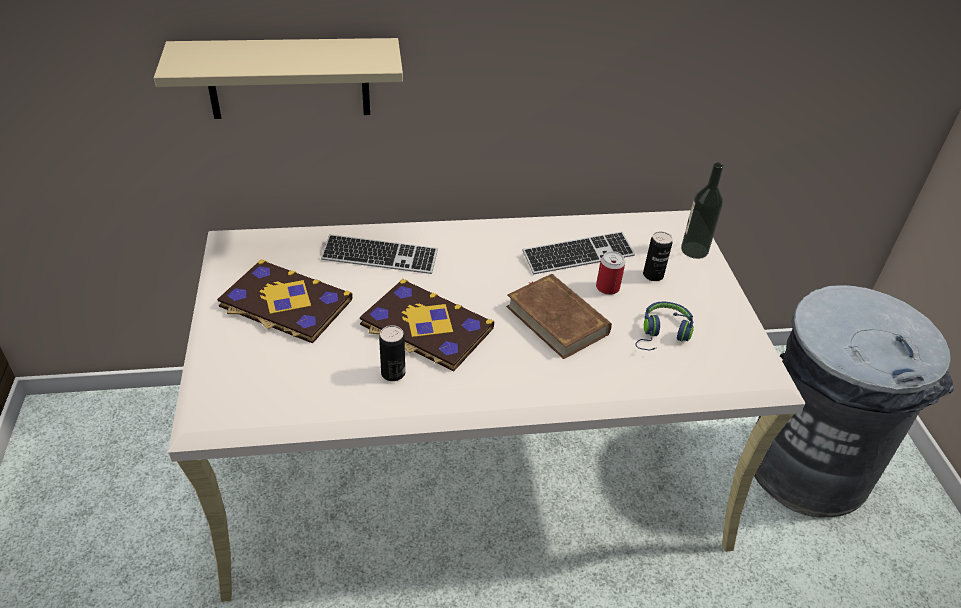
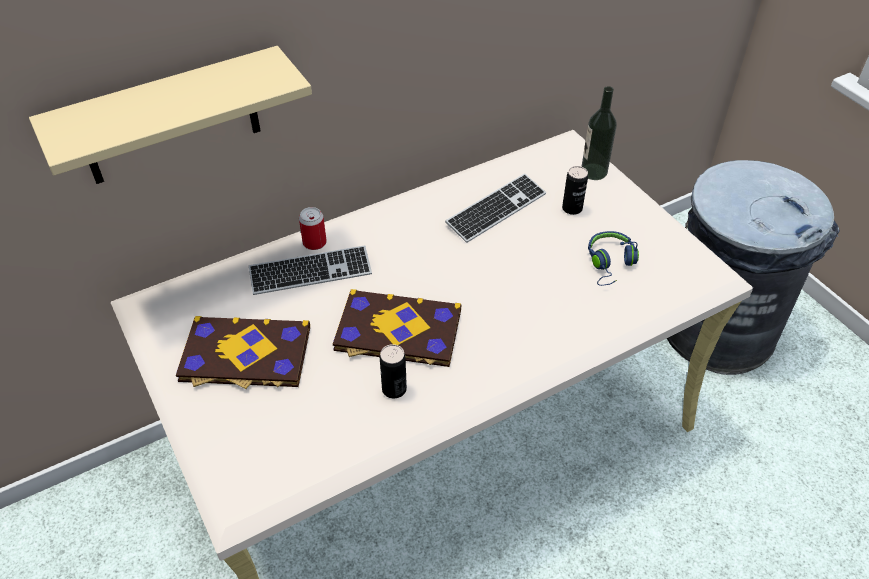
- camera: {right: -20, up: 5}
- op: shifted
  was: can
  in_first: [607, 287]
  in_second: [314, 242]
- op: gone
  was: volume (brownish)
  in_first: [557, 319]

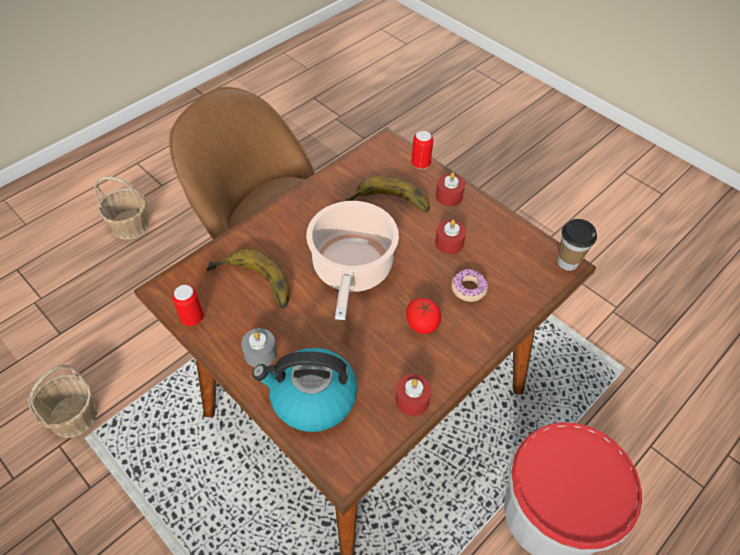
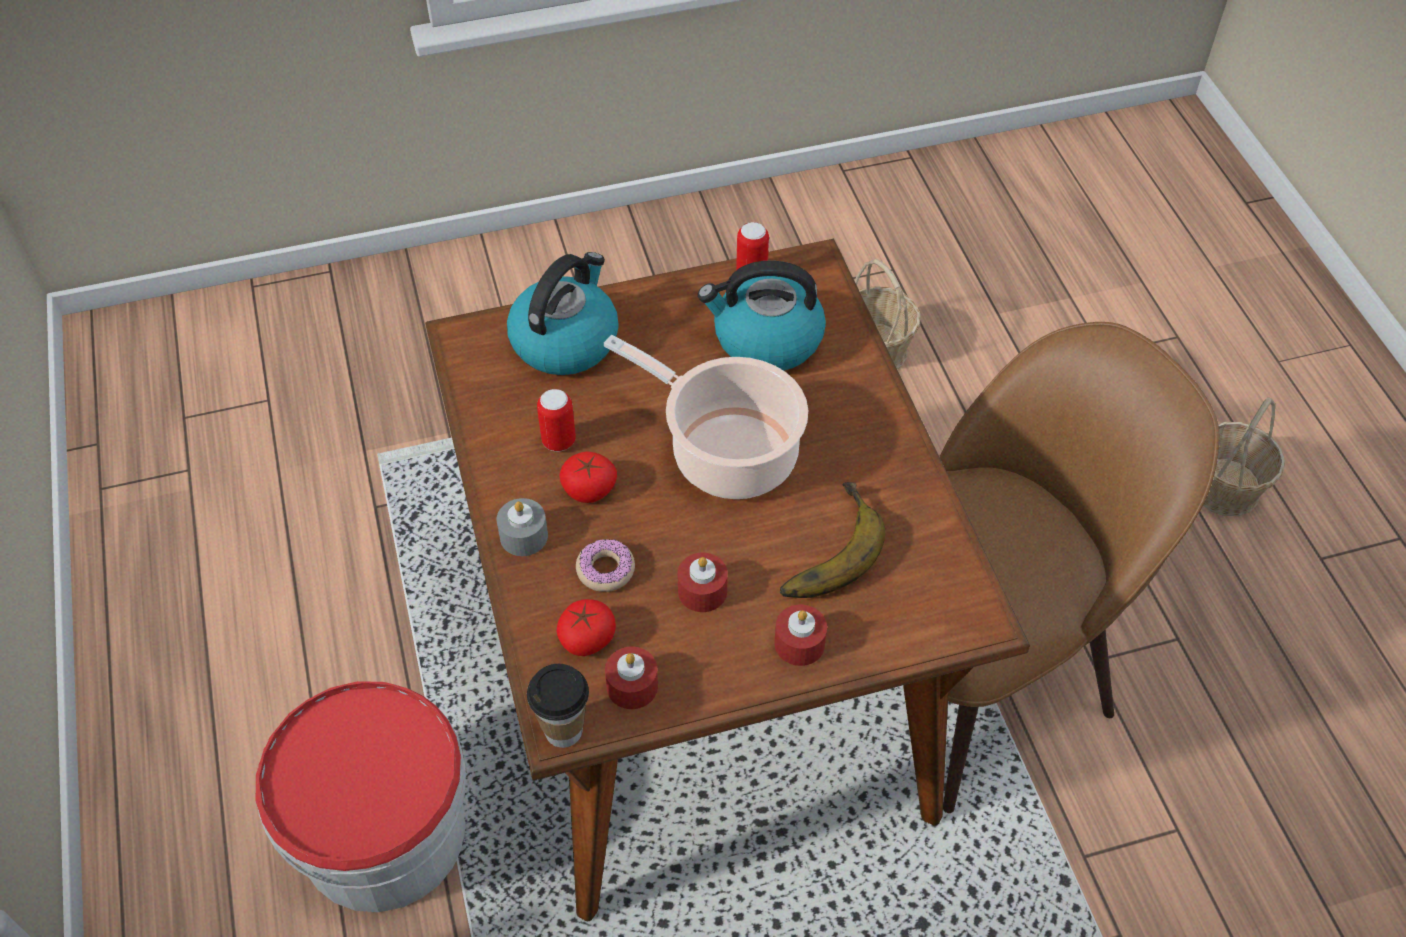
- camera: {right: 120, up: 0}
- op: shifted
  was: candle (gray)
  in_first: [260, 353]
  in_second: [524, 536]
- op: shifted
  was: can
  in_first: [420, 164]
  in_second: [559, 441]
- op: new
  now: whole tomato
  in_second: [587, 638]
- op: shifted
  was: candle (reddish)
  in_first: [412, 400]
  in_second: [632, 686]
- op: swapped
  was: banana
  now: kettle
  in_first: [251, 287]
  in_second: [766, 340]

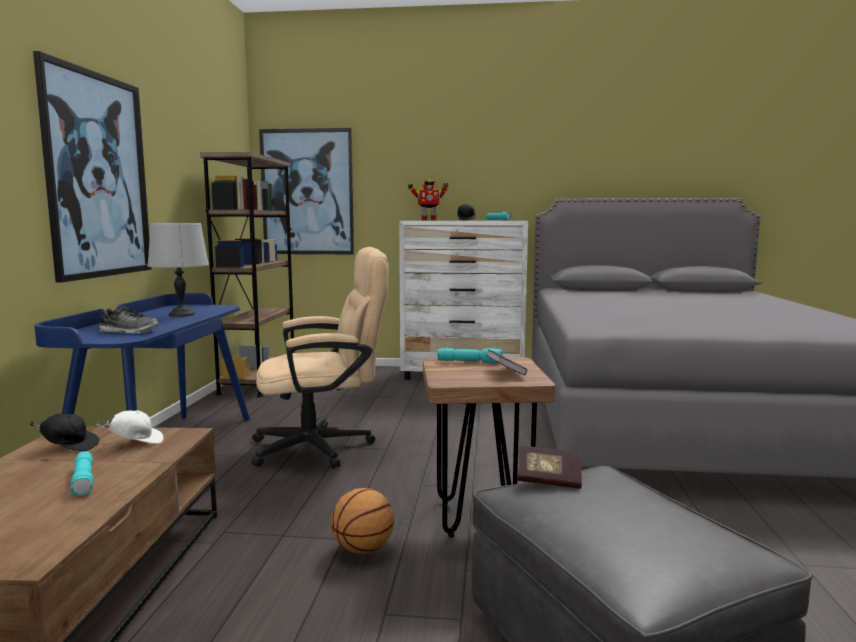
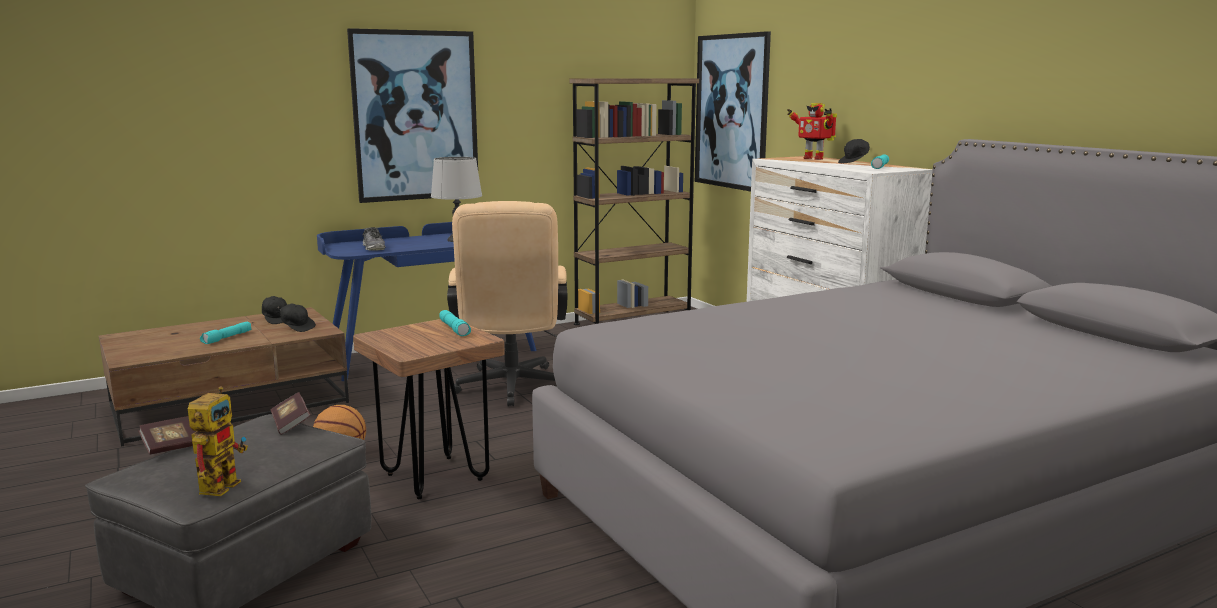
- camera: {right: 55, up: 5}
- op: shifted
  was: volume
  in_first: [505, 373]
  in_second: [175, 446]
- op: new
  now: robot figure
  in_second: [222, 483]
- op: repainted
  was: peaked cap (white-coloured)
  now: peaked cap (black-coloured)
  in_first: [136, 442]
  in_second: [297, 327]
- op: rotated
  was: office chair (beige-coloured)
  in_first: [324, 447]
  in_second: [511, 389]
  clockwise: 45

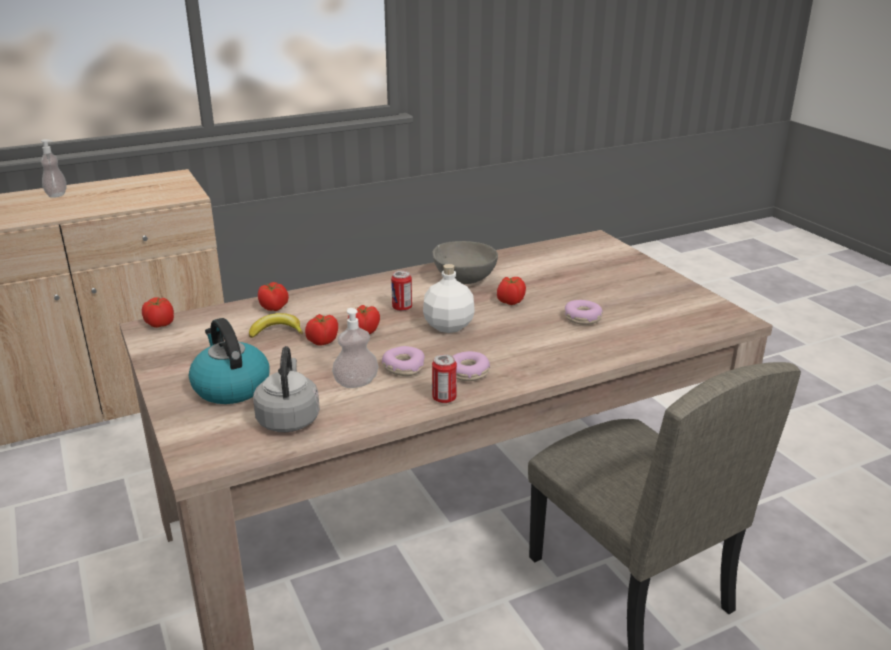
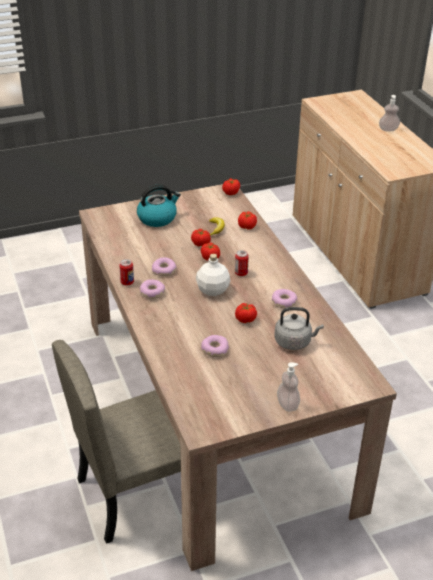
- camera: {right: 95, up: 10}
- op: swapped
  was: deep dish (gray)
  now: donut
  in_first: [464, 280]
  in_second: [284, 302]
- op: shifted
  was: kettle (gray)
  in_first: [289, 418]
  in_second: [294, 342]
- op: shifted
  was: soap bottle
  in_first: [356, 383]
  in_second: [287, 404]

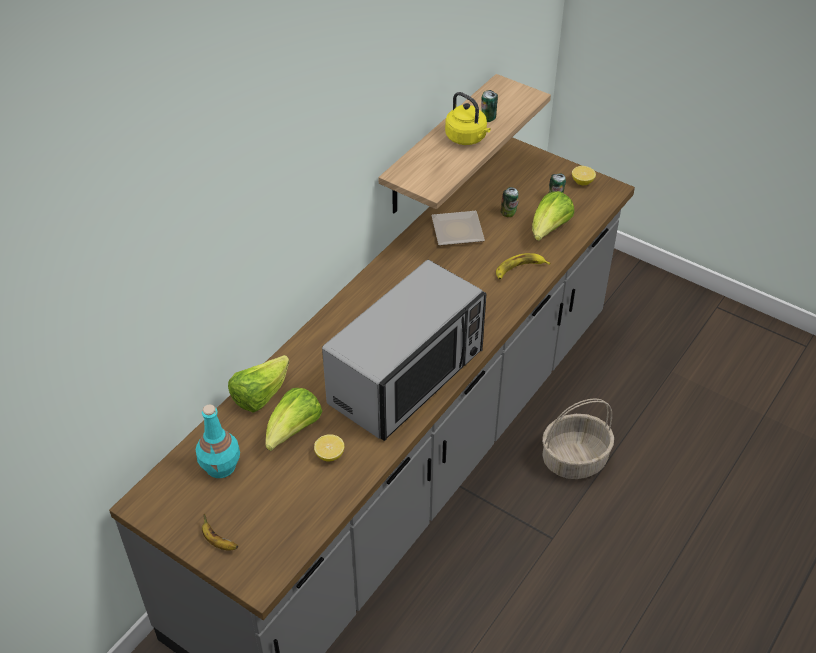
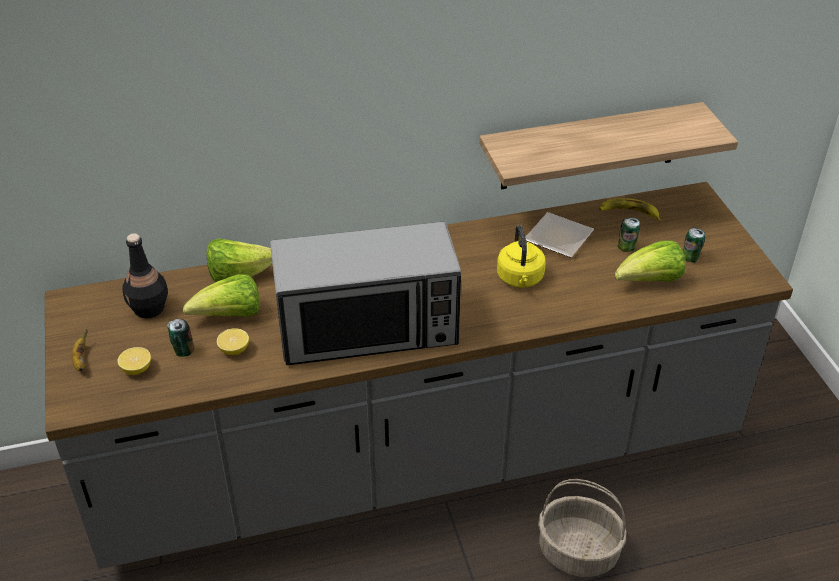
- camera: {right: 40, up: -5}
- op: shifted
  was: citrus fruit
  in_first: [582, 182]
  in_second: [136, 369]
- op: repainted
  was: drink bottle (turquoise)
  now: drink bottle (black-coloured)
  in_first: [221, 466]
  in_second: [149, 308]
- op: shifted
  was: can
  in_first: [488, 118]
  in_second: [183, 351]
- op: shifted
  was: kettle (yellow)
  in_first: [467, 138]
  in_second: [520, 279]
- op: shifted
  was: banana
  in_first: [519, 269]
  in_second: [628, 213]

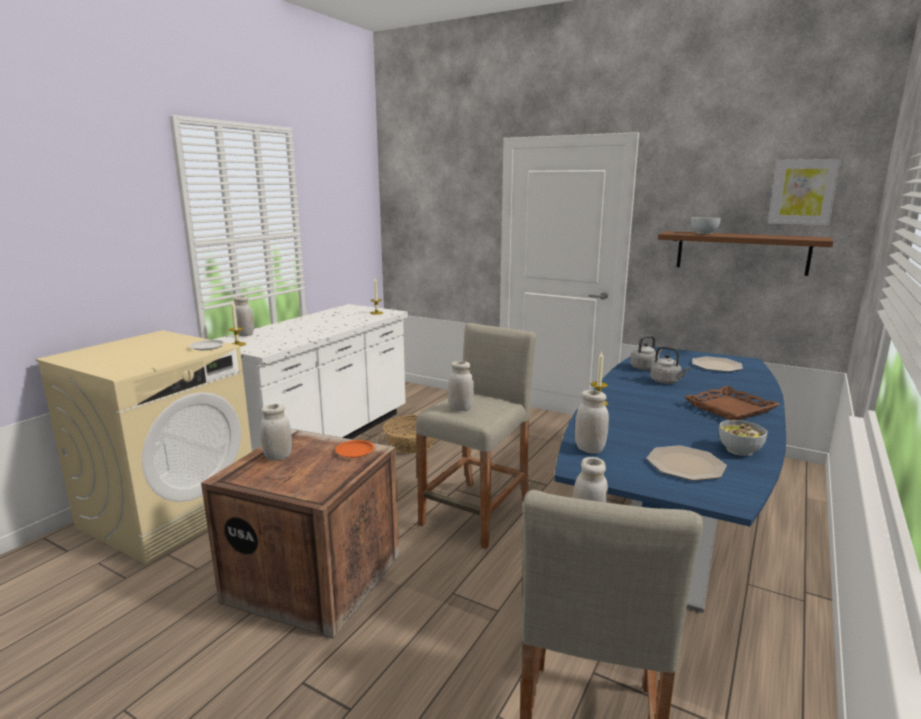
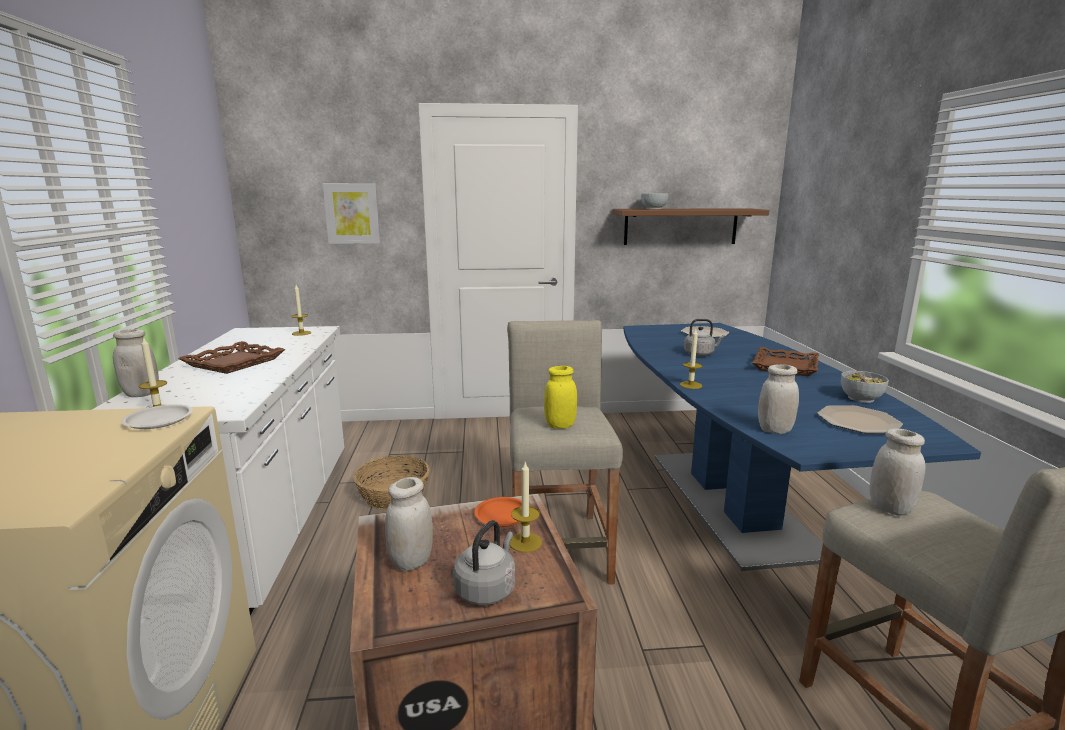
- camera: {right: -35, up: 0}
- op: new
  now: serving tray (brownish)
  in_second: [234, 362]
- op: shifted
  was: wall picture
  in_first: [803, 192]
  in_second: [352, 213]
- op: shifted
  was: kettle (gray)
  in_first: [645, 368]
  in_second: [487, 589]
- op: new
  now: candle
  in_second: [525, 542]
- op: repainted
  was: jar (white-coloured)
  now: jar (yellow)
  in_first: [460, 408]
  in_second: [560, 425]

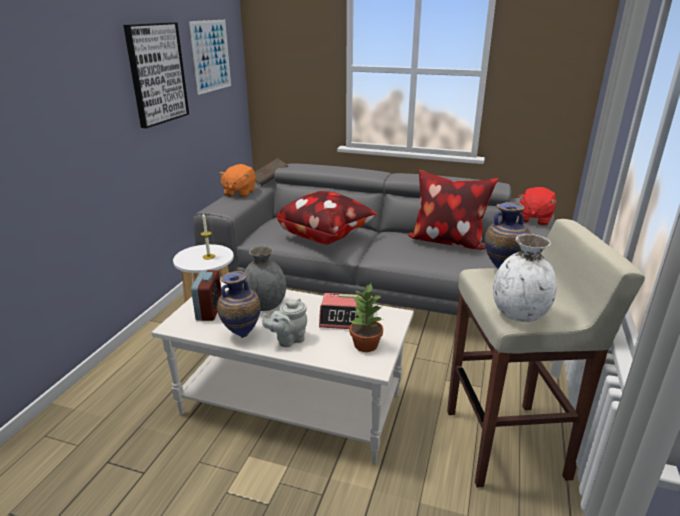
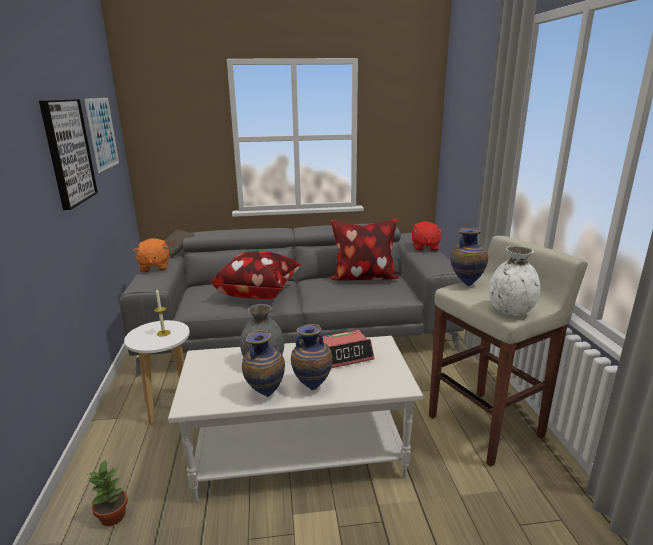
- camera: {right: -25, up: -5}
- op: shifted
  was: houseplant
  in_first: [365, 345]
  in_second: [112, 517]
- op: swapped
  was: tea pot (gray)
  now: vase
  in_first: [288, 340]
  in_second: [312, 386]
- op: gone
  was: table clock
  in_first: [209, 311]

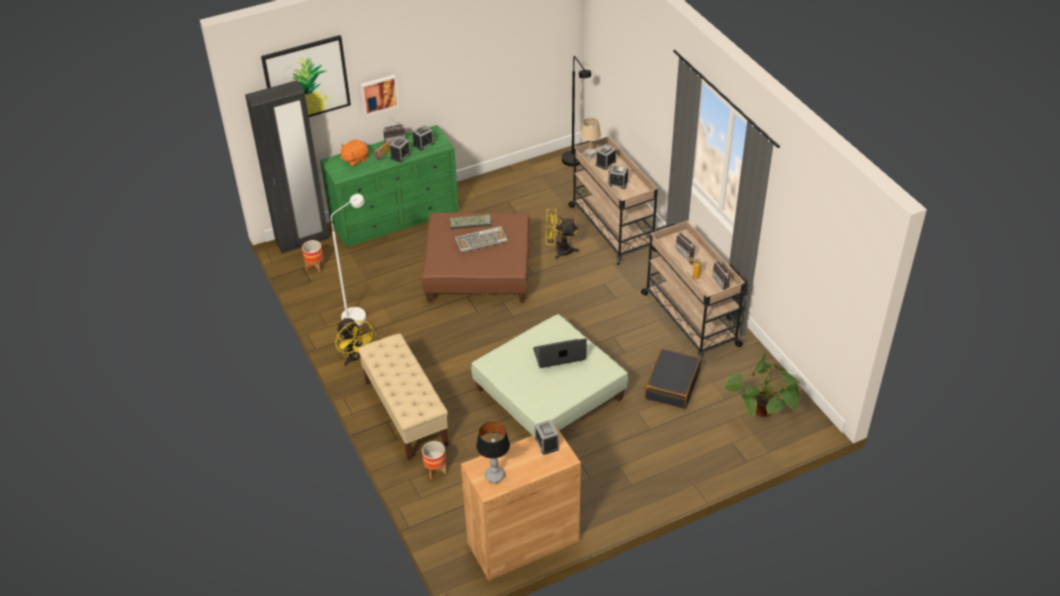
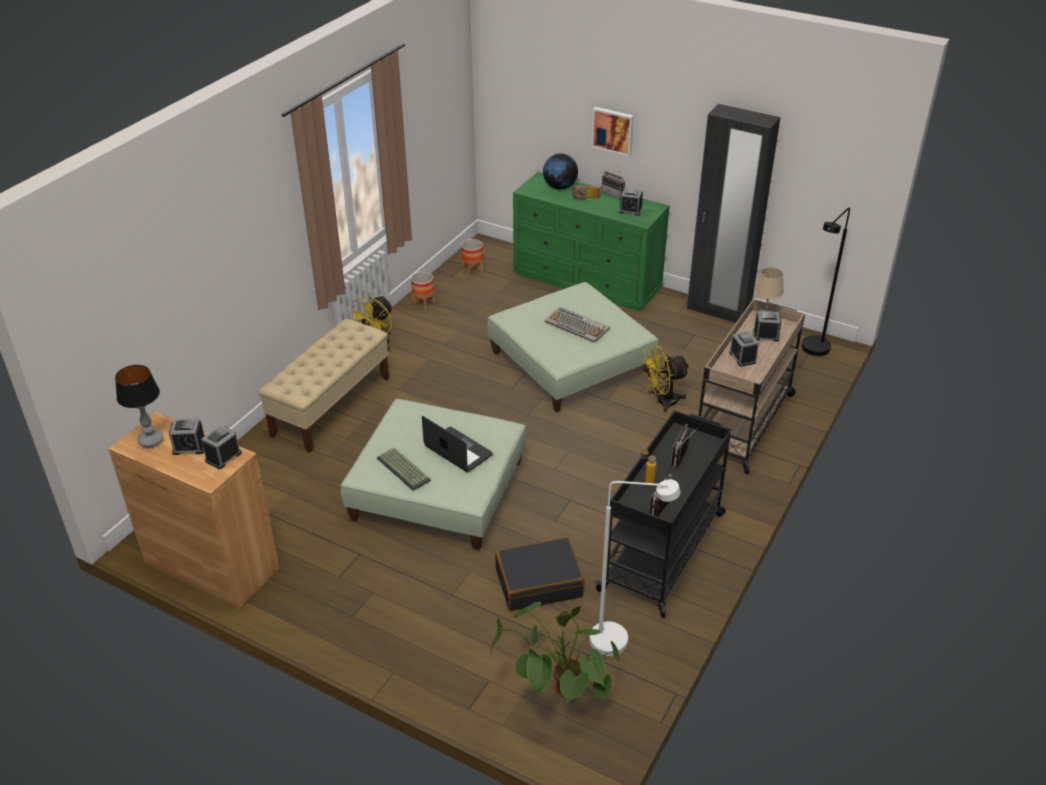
- camera: {right: 55, up: -5}
- op: shifted
  was: table clock
  in_first: [400, 155]
  in_second: [189, 447]
- op: shifted
  was: PC keyboard
  in_first: [471, 222]
  in_second: [404, 469]
- op: shifted
  was: planter
  in_first: [435, 470]
  in_second: [424, 303]
- op: repainted
  was: pouffe (brownish)
  now: pouffe (green)
  in_first: [479, 270]
  in_second: [571, 362]
- op: swapped
  was: cuddly toy (orangey)
  now: desk globe
  in_first: [355, 159]
  in_second: [560, 187]
- op: shifted
  was: floor lamp (white-coloured)
  in_first: [358, 314]
  in_second: [620, 640]
- op: repainted
  was: trolley (beige-coloured)
  now: trolley (black-coloured)
  in_first: [689, 318]
  in_second: [663, 550]
- op: rotated
  was: cooling fan (yellow)
  in_first: [559, 250]
  in_second: [661, 401]
  clockwise: -75
- op: shifted
  was: clothes cupboard (black-coloured)
  in_first: [302, 241]
  in_second: [718, 311]
- op: gone
  was: wall picture
  in_first: [306, 80]

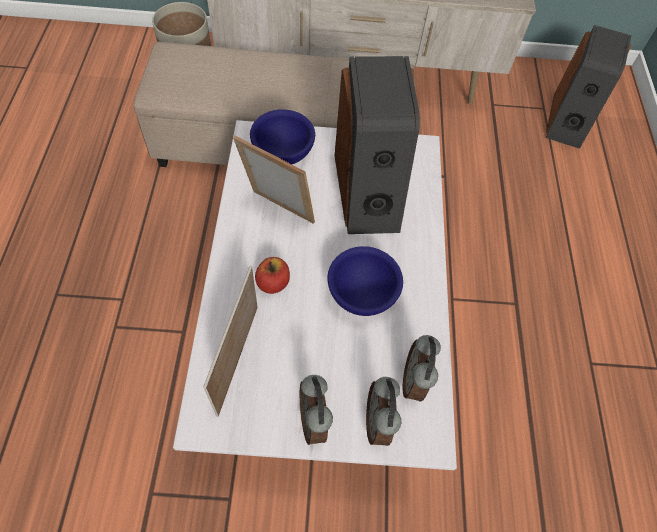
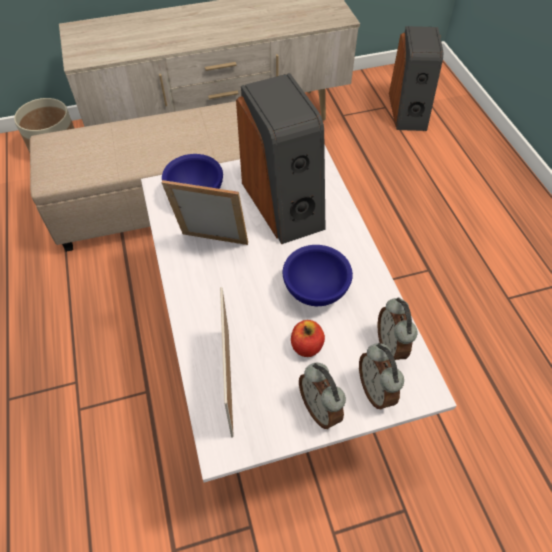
- camera: {right: -15, up: -5}
- op: shifted
  was: apple fruit
  in_first: [273, 283]
  in_second: [307, 346]

